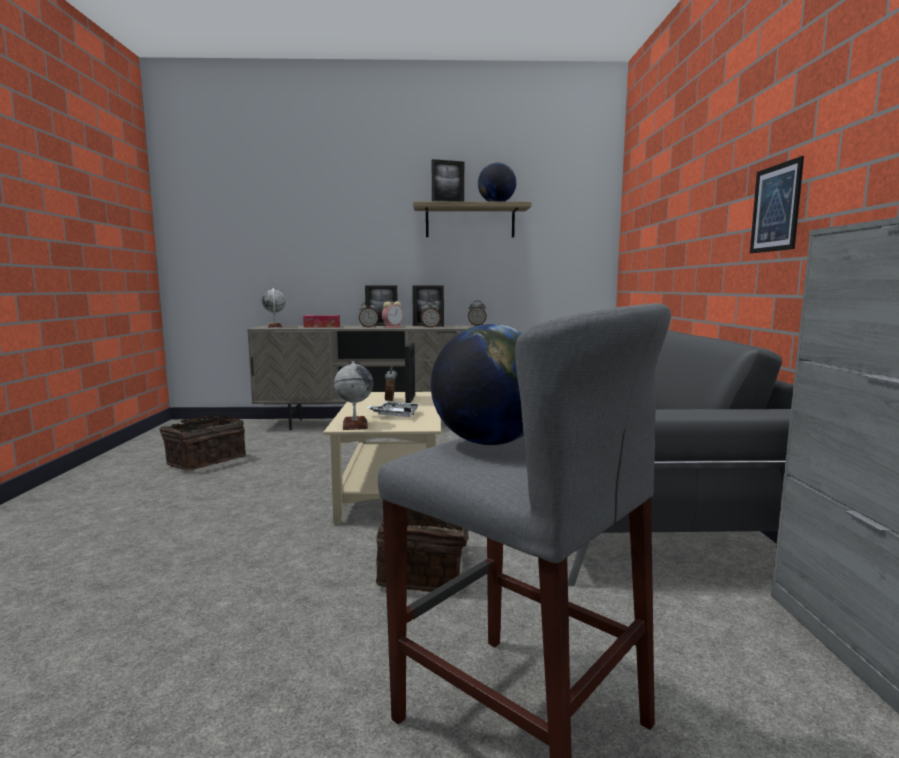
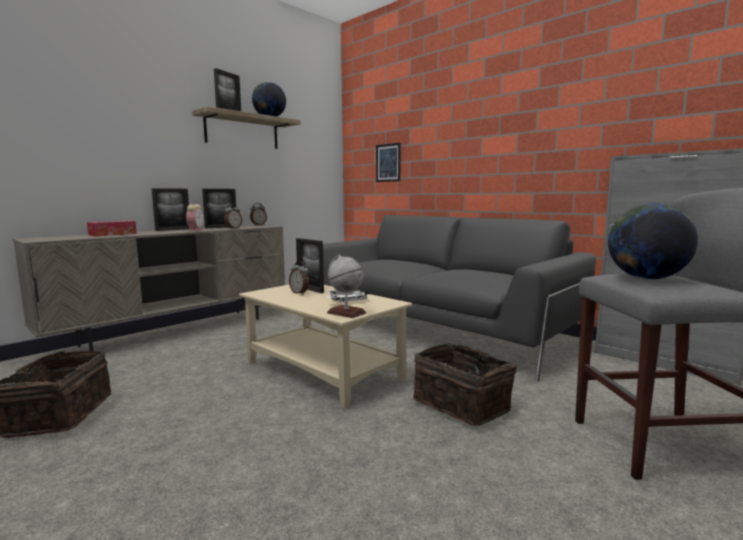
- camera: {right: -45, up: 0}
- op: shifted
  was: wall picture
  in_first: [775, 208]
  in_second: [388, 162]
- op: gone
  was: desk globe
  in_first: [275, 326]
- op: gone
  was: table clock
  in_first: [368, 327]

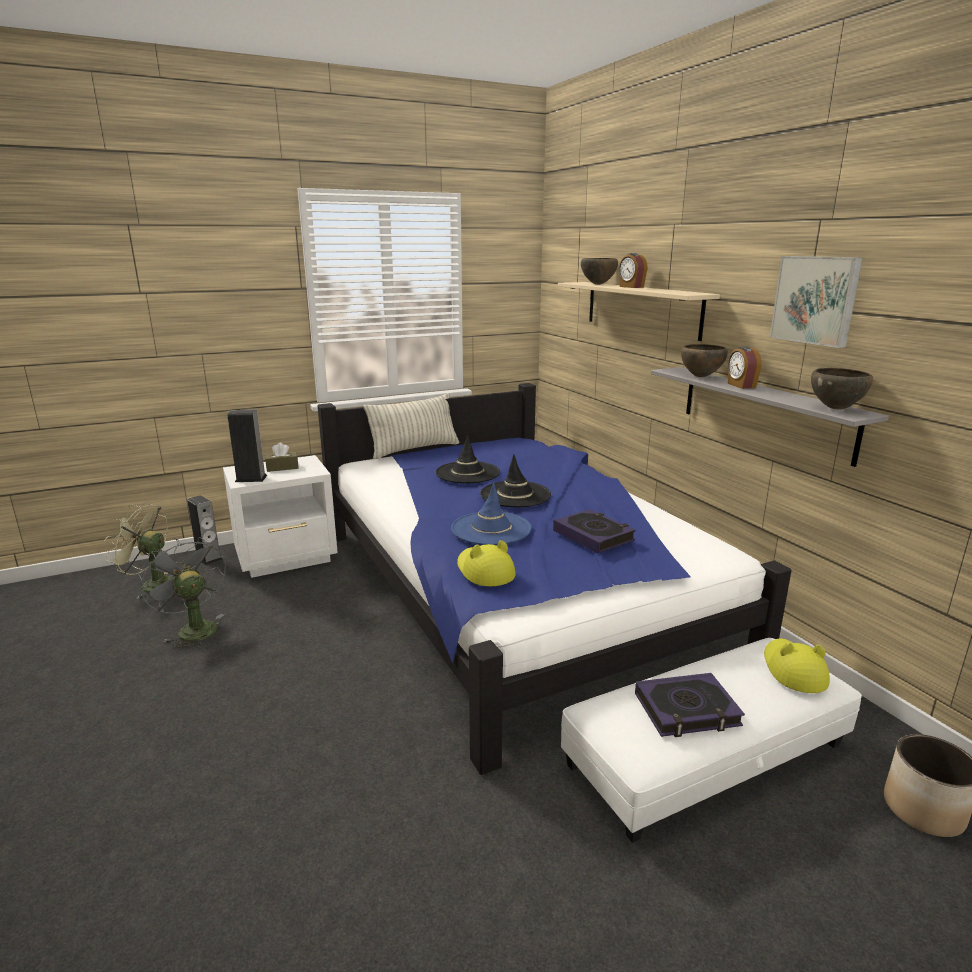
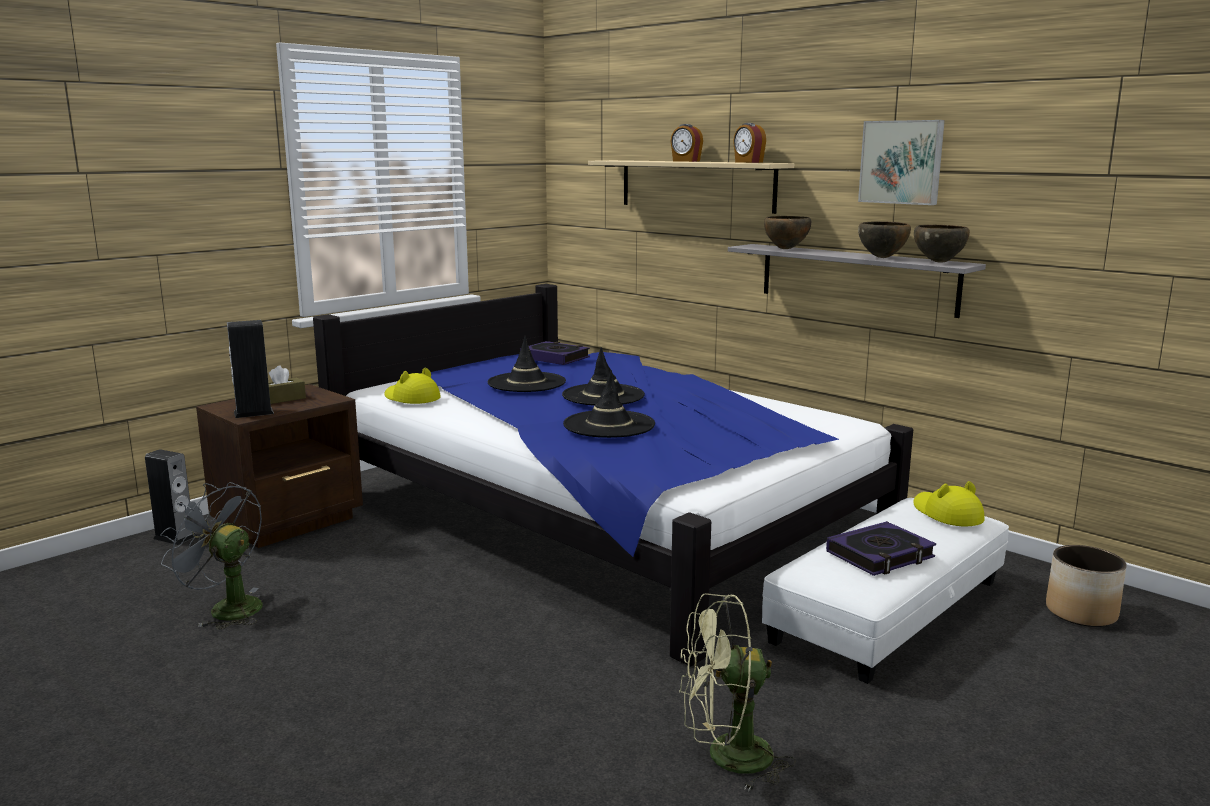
- camera: {right: -20, up: -5}
- op: repainted
  was: nightstand (white-coloured)
  now: nightstand (brownish)
  in_first: [288, 558]
  in_second: [291, 522]
- op: shifted
  was: hat (yellow)
  in_first: [484, 571]
  in_second: [411, 398]
- op: shifted
  was: volume
  in_first: [593, 536]
  in_second: [555, 358]
- op: repainted
  was: hat (bluish)
  now: hat (black-coloured)
  in_first: [491, 529]
  in_second: [609, 425]
- op: shifted
  was: cooling fan (green)
  in_first: [152, 585]
  in_second: [726, 758]
- op: shifted
  was: table clock
  in_first: [741, 385]
  in_second: [748, 162]
- op: shifted
  was: deep dish (brownish)
  in_first: [598, 284]
  in_second: [882, 257]
- op: gone
  was: throw pillow
  in_first: [414, 449]

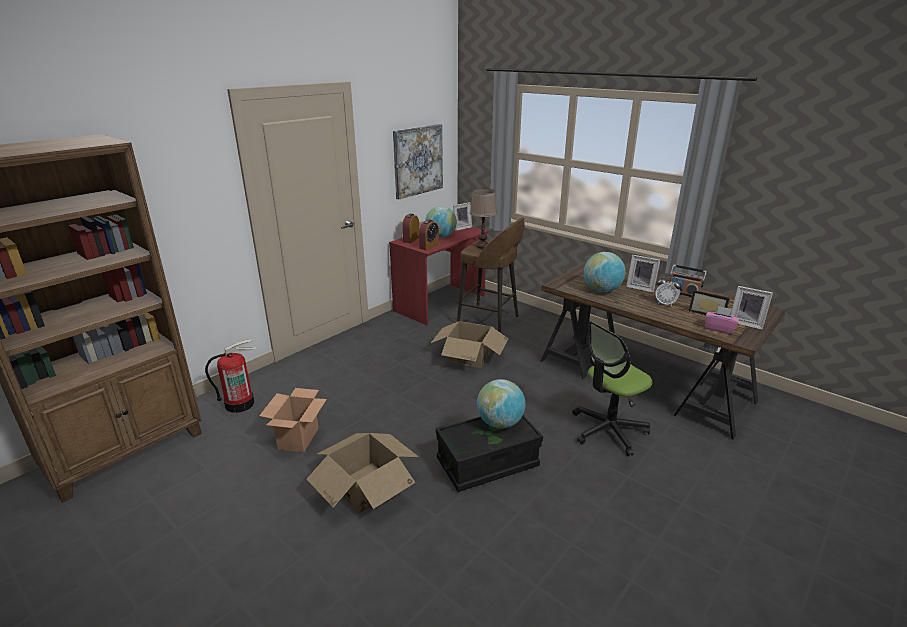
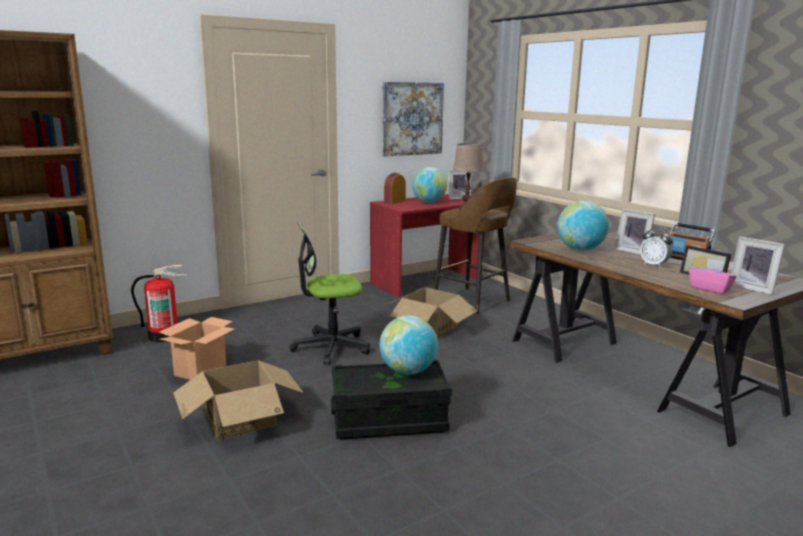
- camera: {right: 15, up: -10}
- op: shifted
  was: office chair
  in_first: [608, 430]
  in_second: [331, 347]
- op: gone
  was: table clock
  in_first: [429, 246]

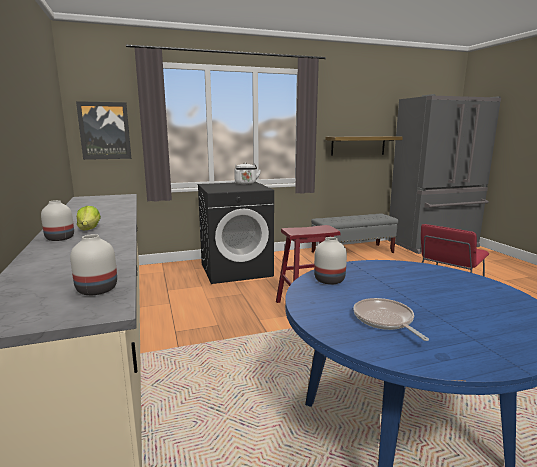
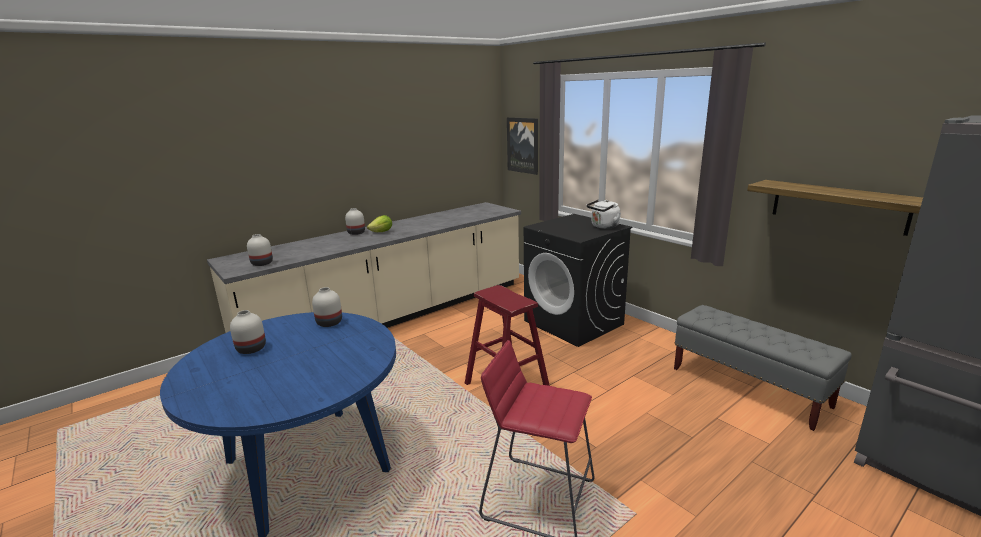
- camera: {right: 70, up: 5}
- op: swapped
  was: frying pan
  now: vase (white-coloured)
  in_first: [385, 320]
  in_second: [250, 349]

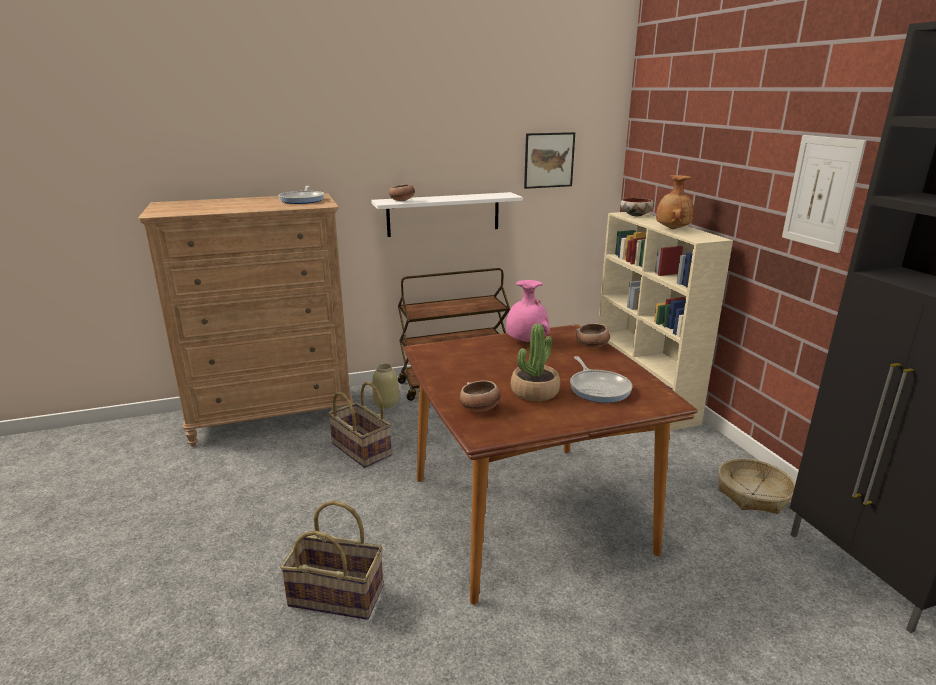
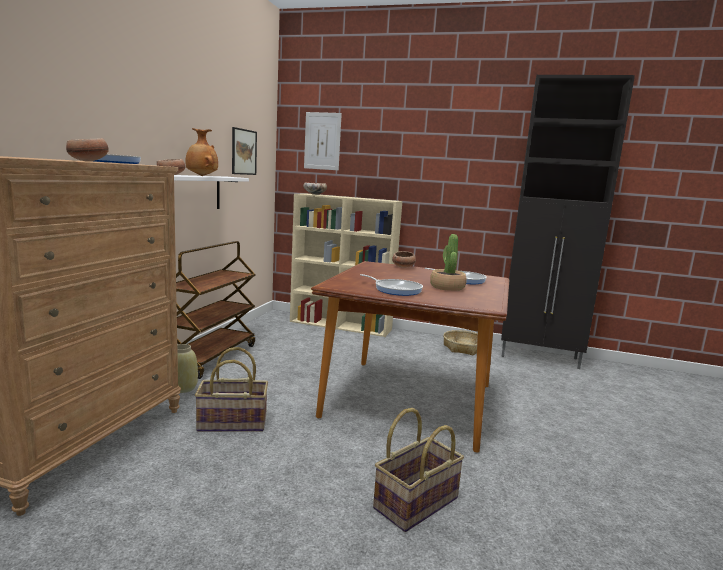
- camera: {right: -55, up: -10}
- op: shifted
  was: deep dish
  in_first: [480, 408]
  in_second: [88, 161]
- op: shifted
  was: vase (brownish)
  in_first: [672, 229]
  in_second: [201, 176]
- op: shifted
  was: wall picture
  in_first: [821, 192]
  in_second: [322, 141]
- op: new
  now: frying pan
  in_second: [395, 290]
- op: gone
  was: vase (pink-coloured)
  in_first: [526, 341]

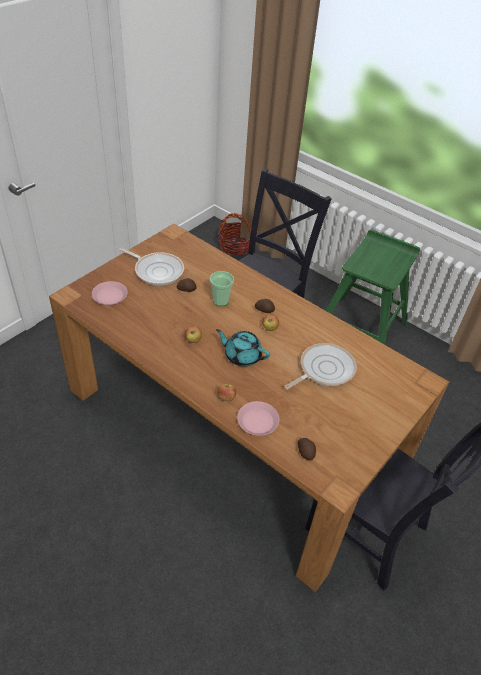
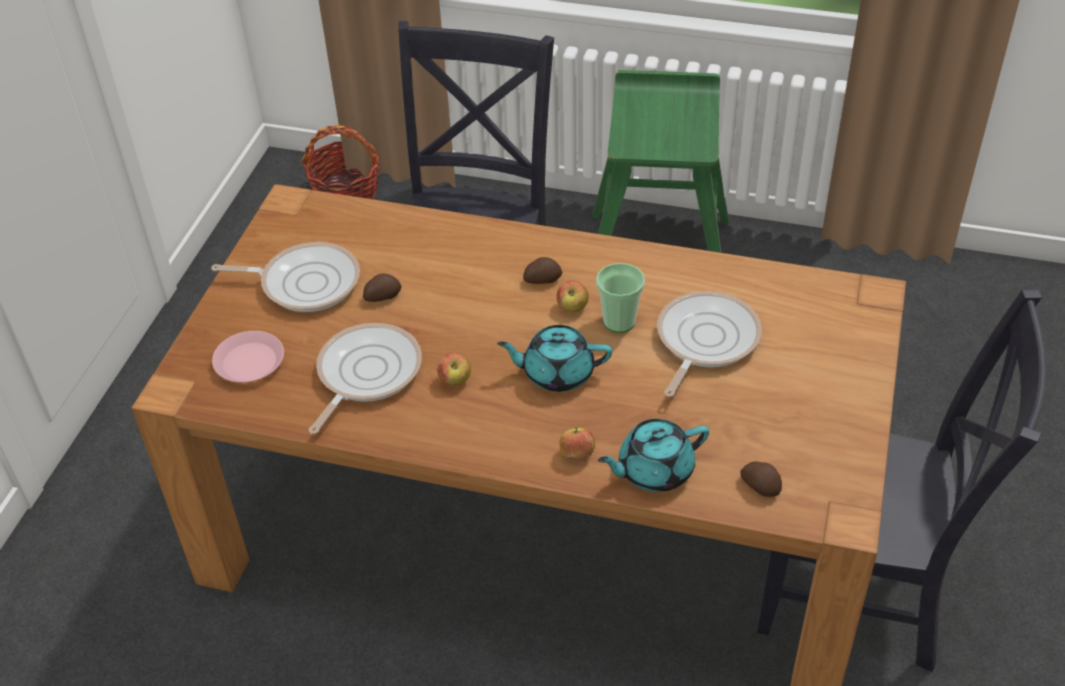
- camera: {right: -20, up: 0}
- op: new
  now: frying pan
  in_second: [365, 374]
- op: shifted
  was: small cup
  in_first: [220, 301]
  in_second: [619, 321]
- op: swapped
  was: flat dish (pink-coloured)
  now: tea pot (turquoise)
  in_first: [257, 421]
  in_second: [653, 470]

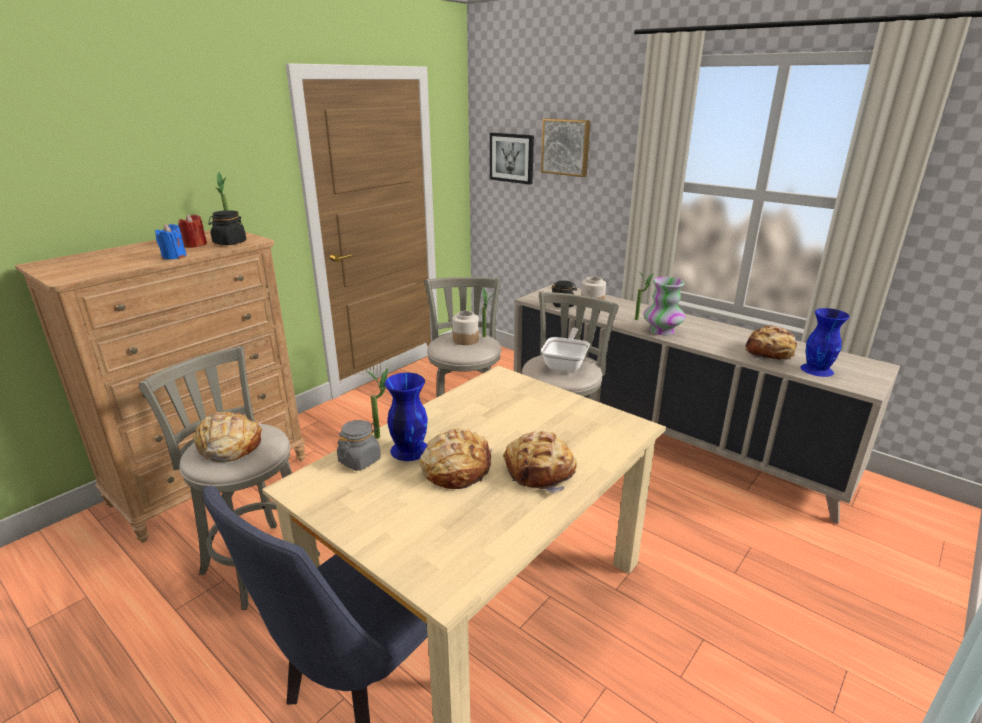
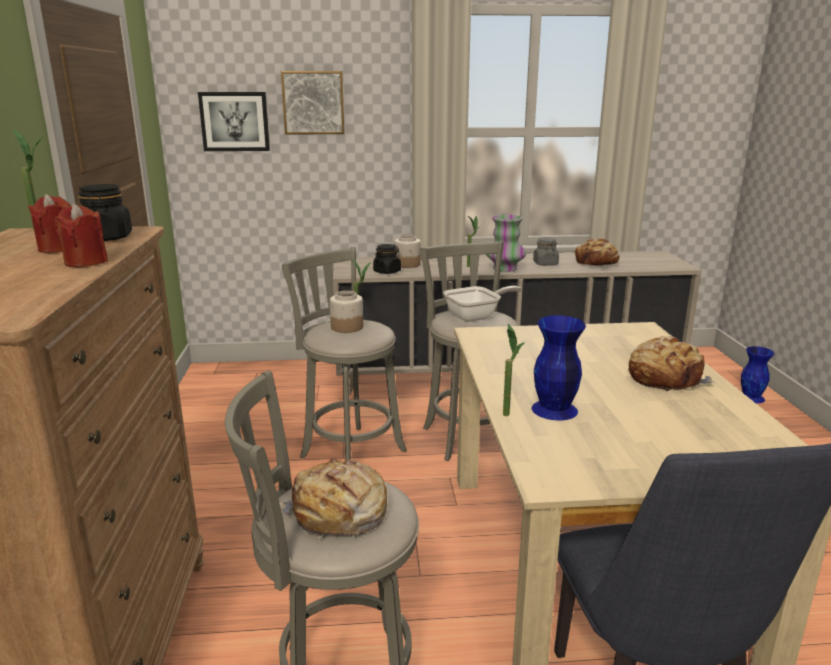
- camera: {right: -45, up: -5}
- op: repainted
  was: candle (bluish)
  now: candle (reddish)
  in_first: [174, 256]
  in_second: [86, 262]
- op: rotated
  was: frying pan
  in_first: [566, 365]
  in_second: [477, 316]
  clockwise: 90
- op: shifted
  was: jar (gray)
  in_first: [360, 460]
  in_second: [545, 263]
- op: shifted
  was: vase (bluish)
  in_first: [817, 370]
  in_second: [751, 397]
- op: gone
  was: bakery bread
  in_first: [456, 468]

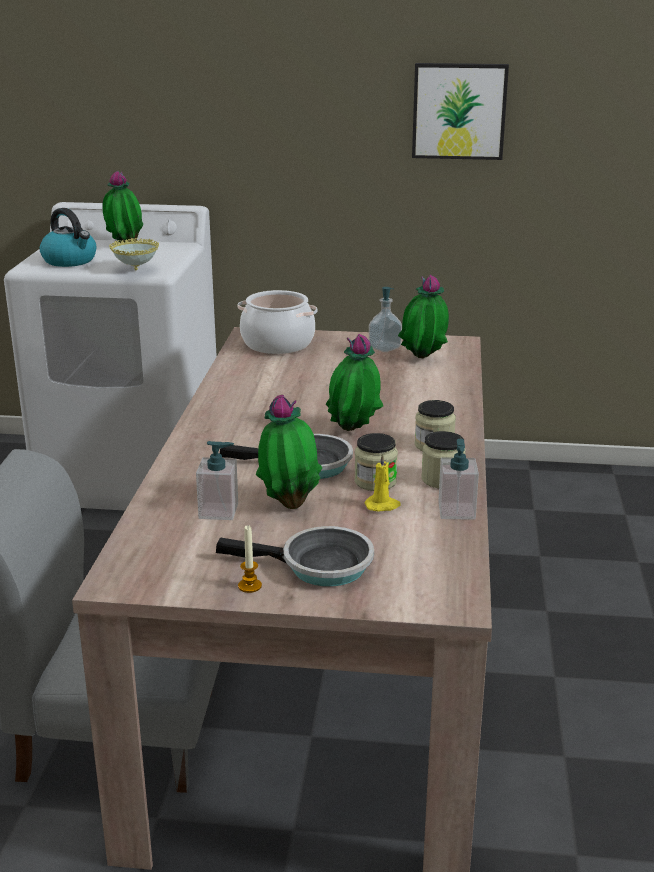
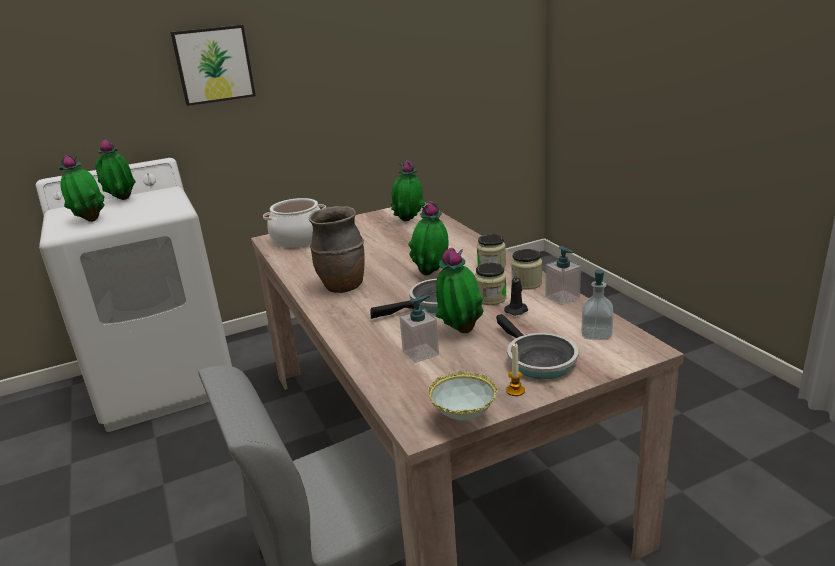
- camera: {right: -30, up: 0}
- op: swapped
  was: kettle
  now: houseplant
  in_first: [70, 261]
  in_second: [90, 220]
- op: shifted
  was: wall picture
  in_first: [459, 111]
  in_second: [213, 64]
- op: new
  now: vase (brownish)
  in_second: [343, 287]
- op: shifted
  was: deep dish
  in_first: [136, 270]
  in_second: [464, 420]
- op: rotated
  was: frying pan
  in_first: [319, 566]
  in_second: [537, 360]
  clockwise: 90
- op: repainted
  was: candle (yellow)
  now: candle (black-coloured)
  in_first: [382, 505]
  in_second: [517, 310]
- op: shifted
  was: soap bottle
  in_first: [384, 348]
  in_second: [596, 334]

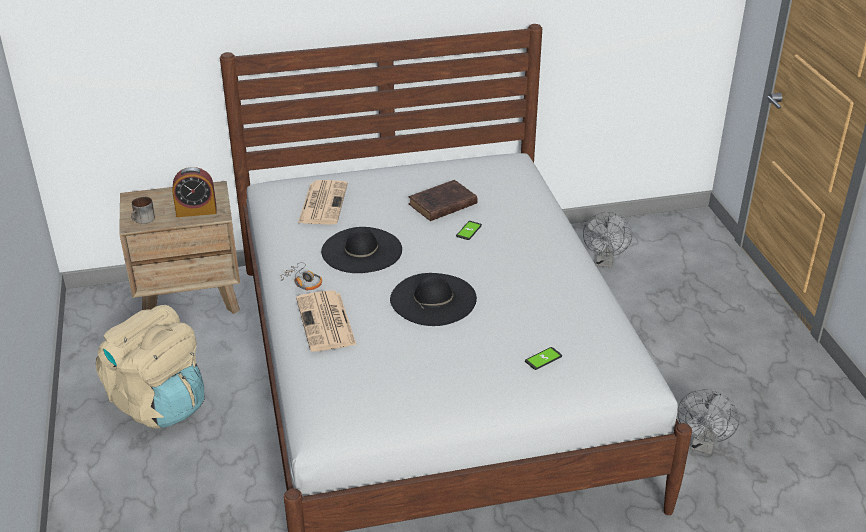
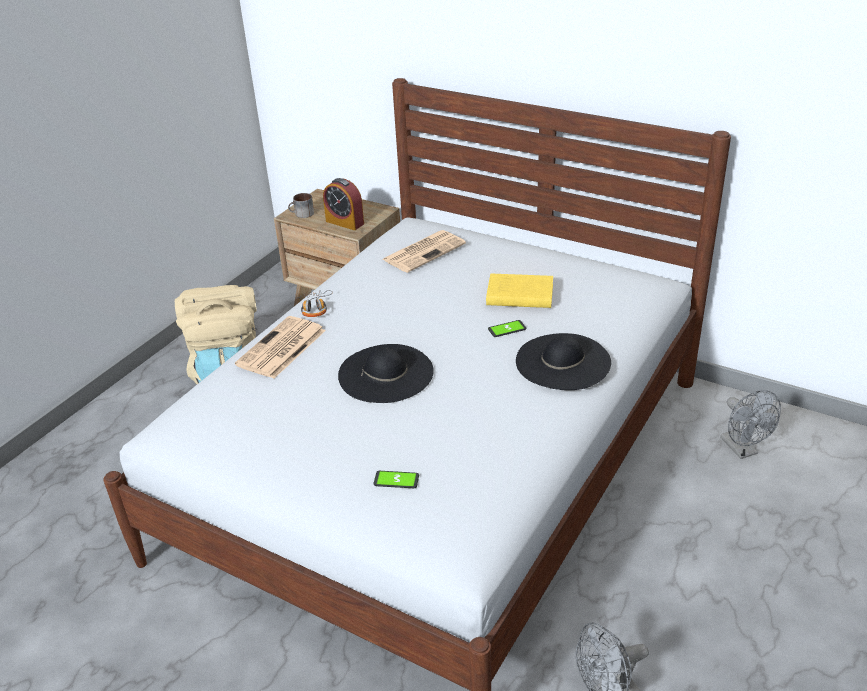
- camera: {right: 45, up: 0}
- op: repainted
  was: volume (brownish)
  now: volume (yellow)
  in_first: [441, 205]
  in_second: [518, 295]
- op: shifted
  was: hat (black-coloured)
  in_first: [362, 250]
  in_second: [563, 361]
- op: rotated
  was: cooling fan (gray)
  in_first: [604, 262]
  in_second: [743, 450]
  clockwise: -75

